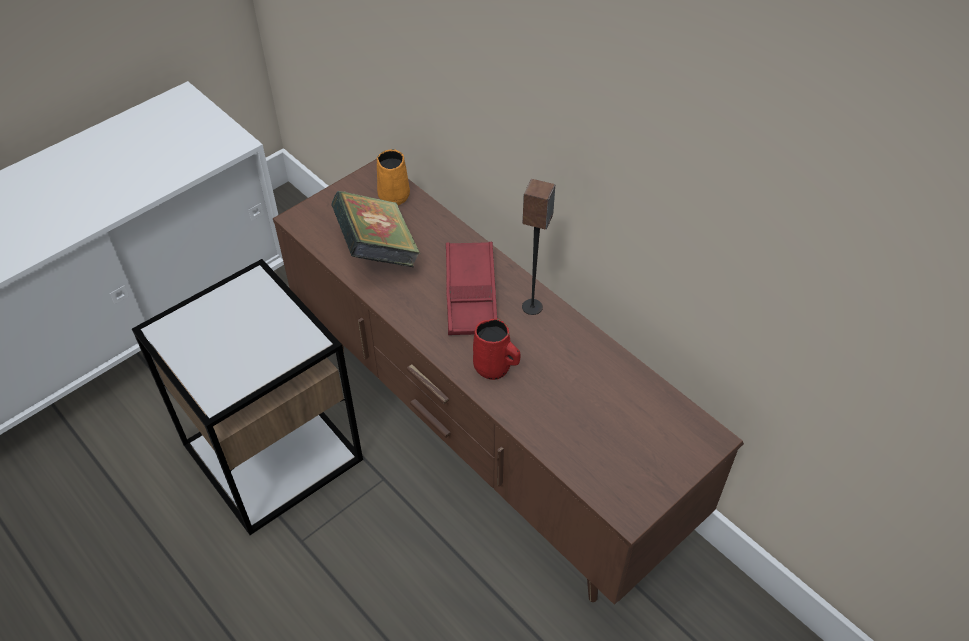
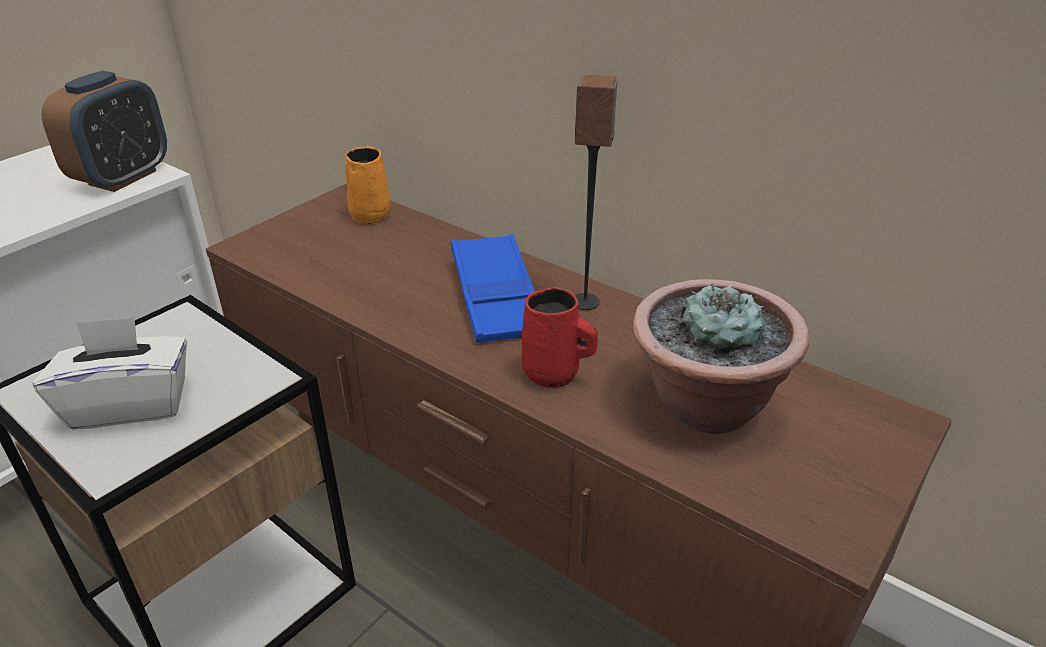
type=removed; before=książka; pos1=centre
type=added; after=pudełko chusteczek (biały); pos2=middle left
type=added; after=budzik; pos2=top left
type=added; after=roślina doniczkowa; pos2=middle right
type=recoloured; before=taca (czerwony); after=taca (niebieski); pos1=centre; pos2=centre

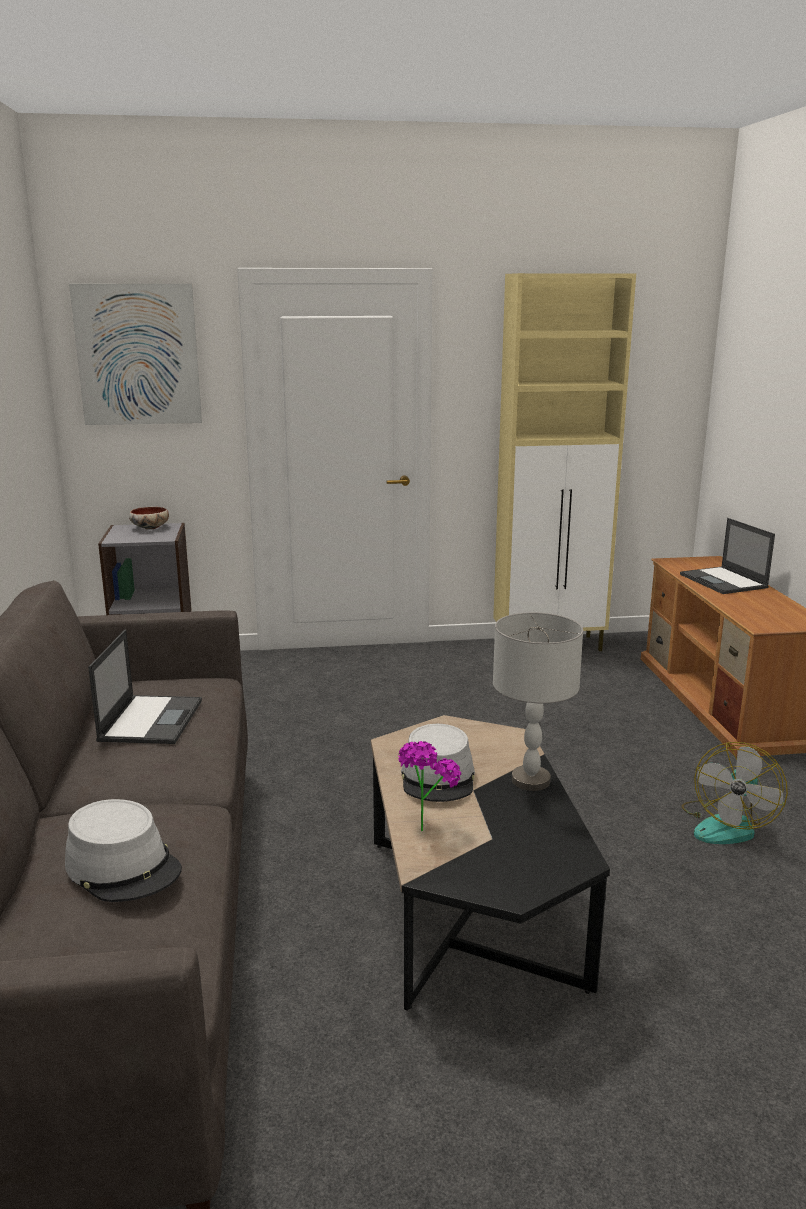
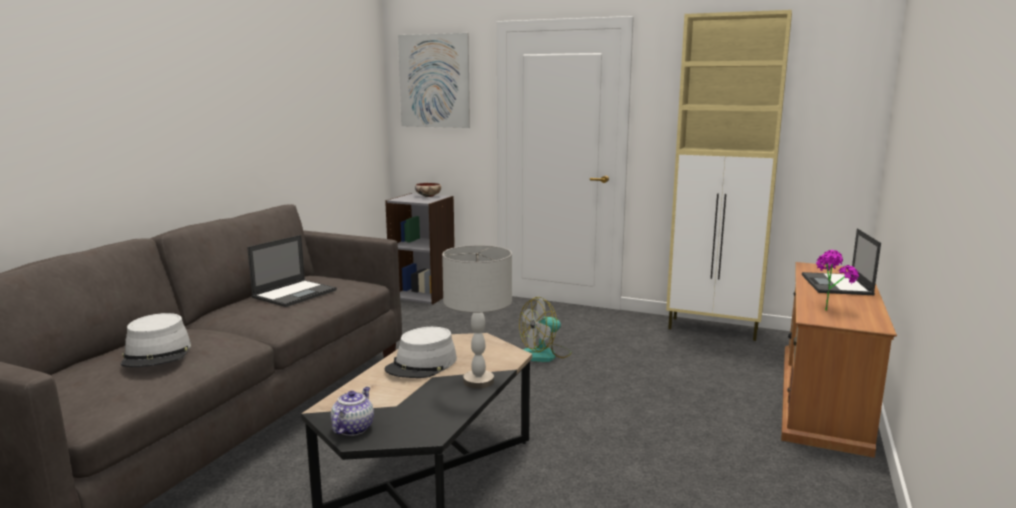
type=added; after=imbryk; pos2=bottom centre
type=moved; before=roślina doniczkowa; pos1=centre; pos2=middle right
type=moved; before=wentylator; pos1=middle right; pos2=centre

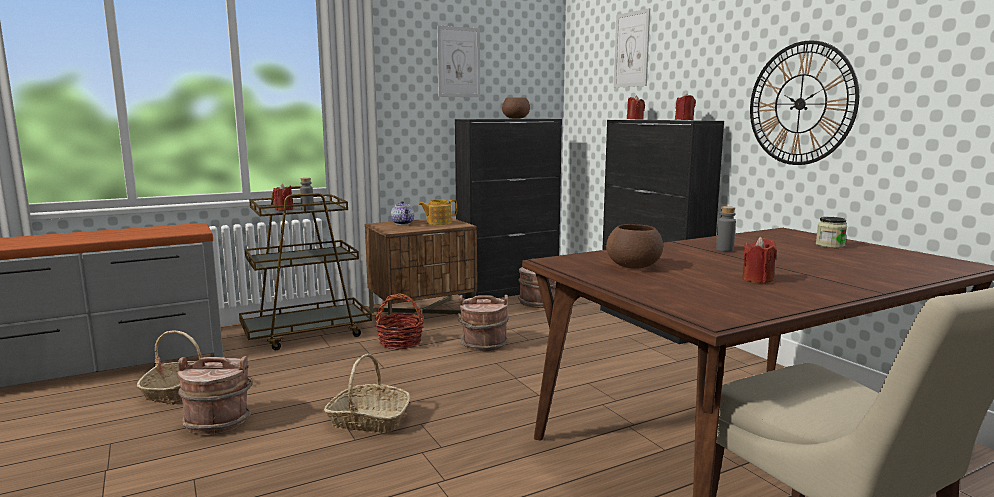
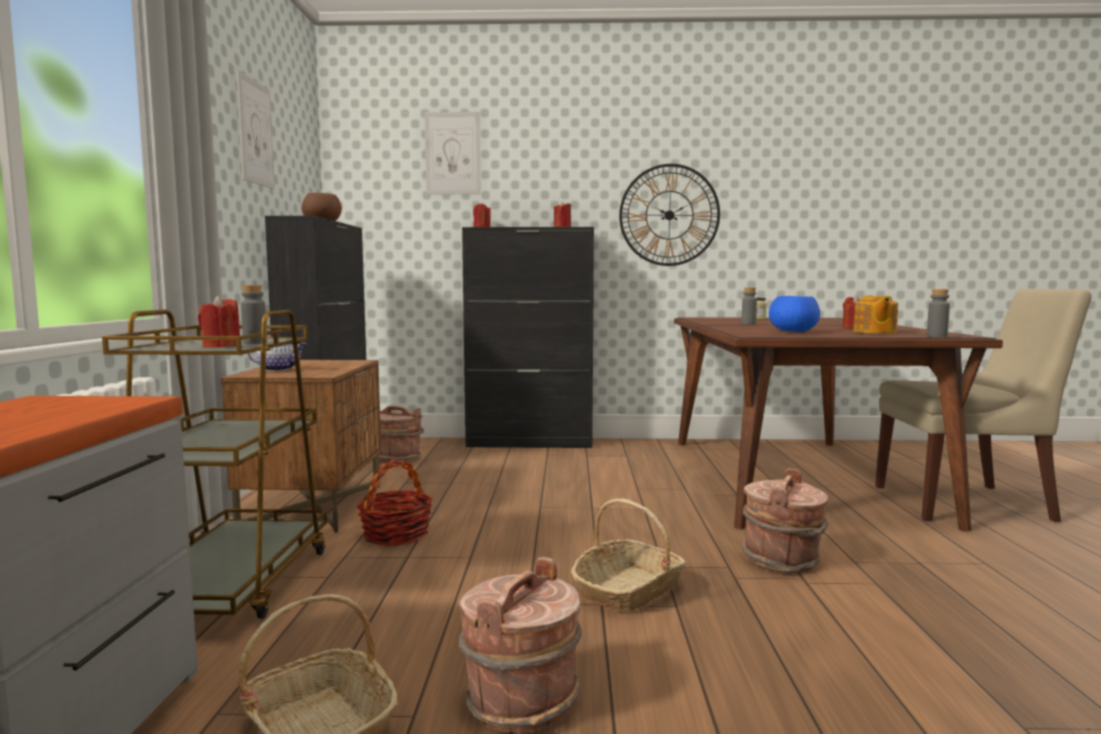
type=added; after=butelka (szary) (3rd from left); pos2=middle right
type=moved; before=imbryk (2nd from left); pos1=centre; pos2=middle right
type=moved; before=wiadro (brązowy) (2nd from left in the first image); after=wiadro (brązowy) (3rd from left); pos1=centre; pos2=bottom right
type=recoloured; before=miska (brązowy) (2nd from left); after=miska (niebieski); pos1=centre; pos2=middle right

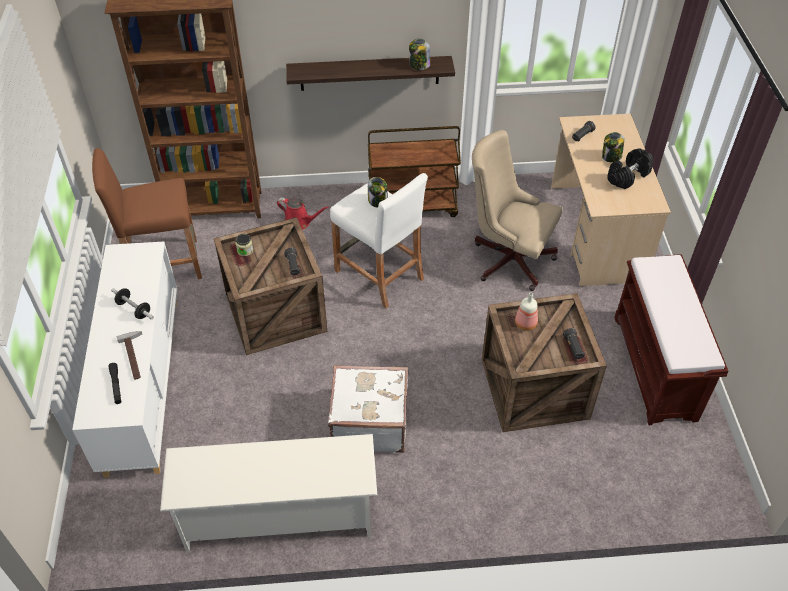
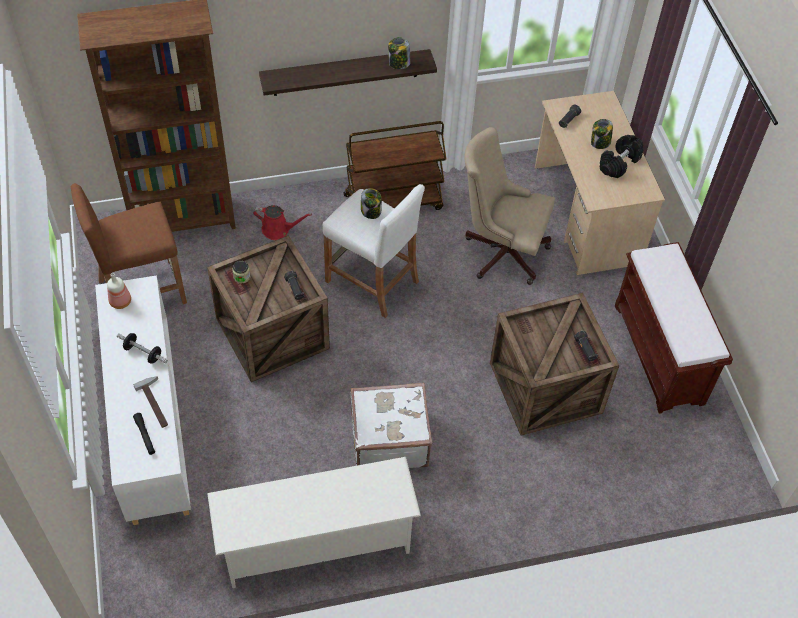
type=moved; before=butelka; pos1=middle right; pos2=middle left

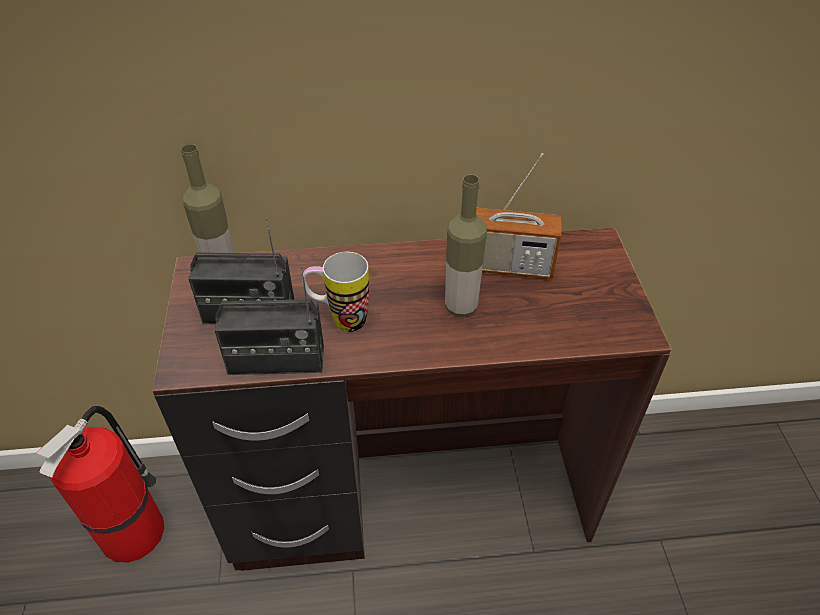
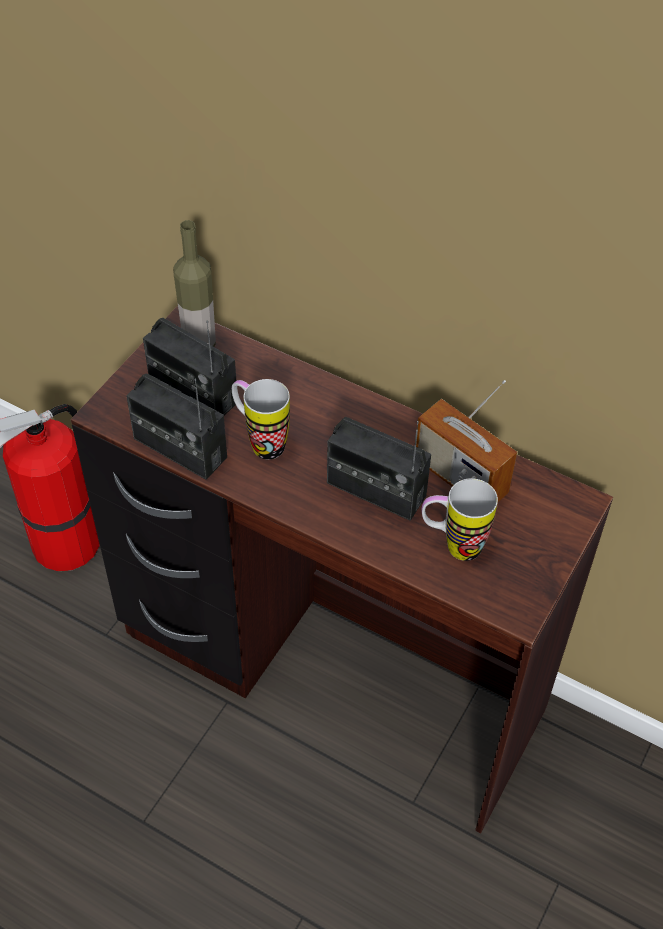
type=added; after=kubek (2nd from left); pos2=middle right
type=replaced; before=butelka (2nd from left); after=radio (3rd from left); pos1=centre; pos2=centre

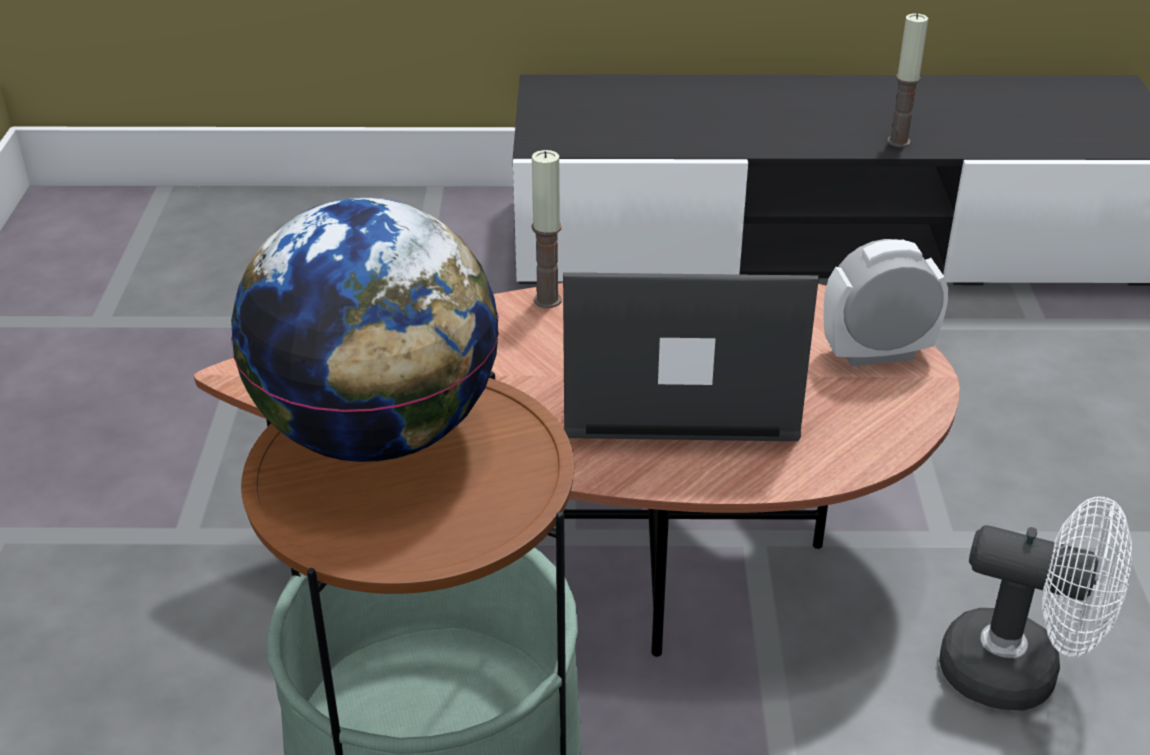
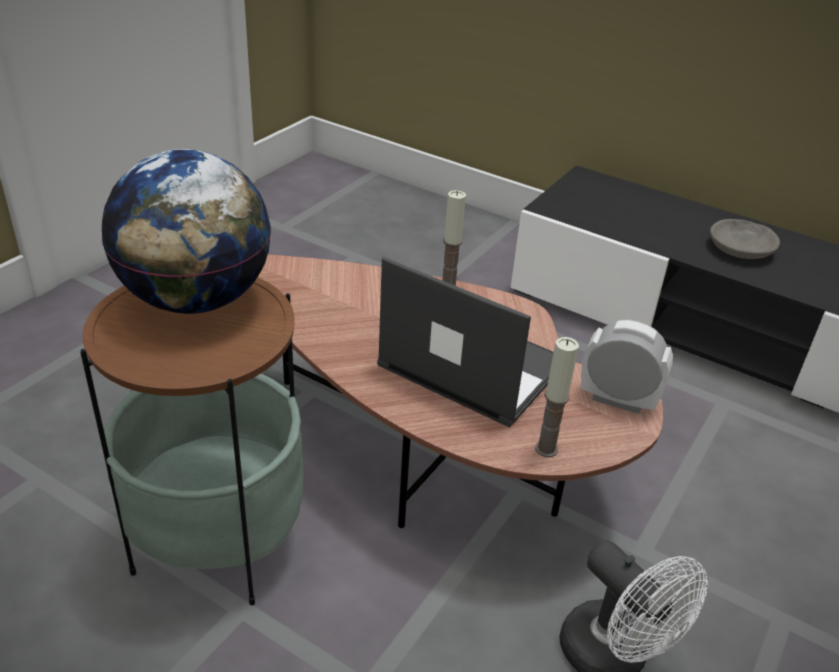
type=added; after=miska (szary); pos2=middle right
type=moved; before=świeca (2nd from left); pos1=top right; pos2=centre

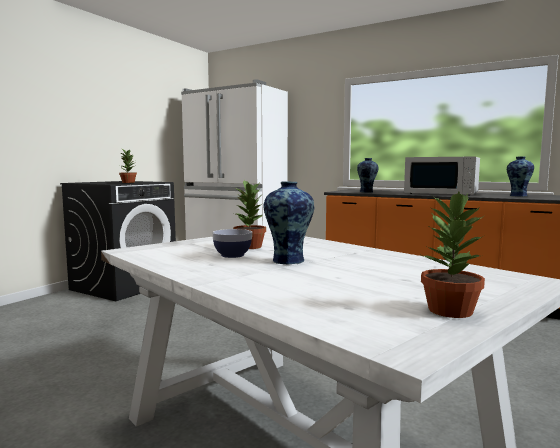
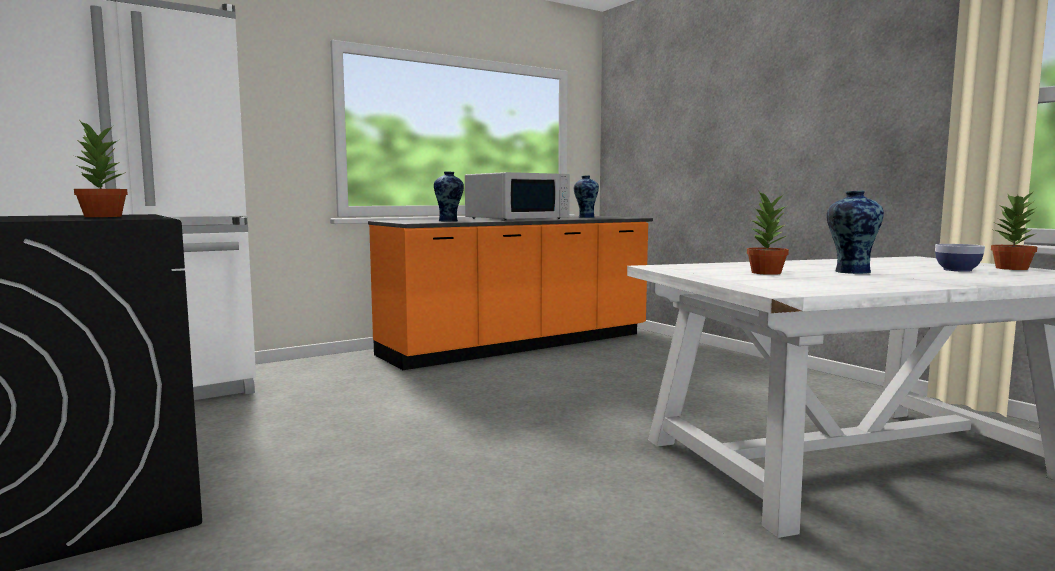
type=moved; before=miska; pos1=centre; pos2=middle right

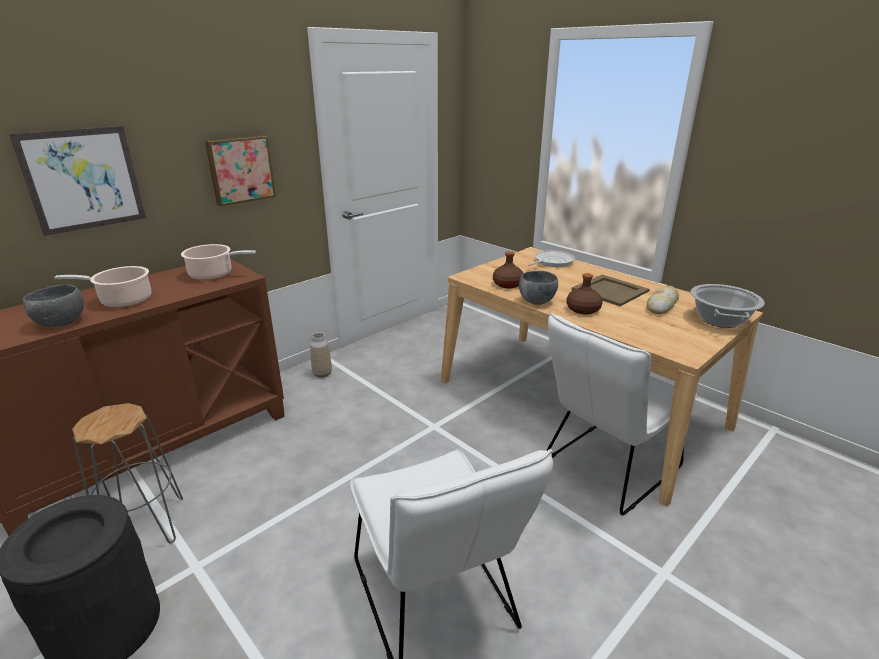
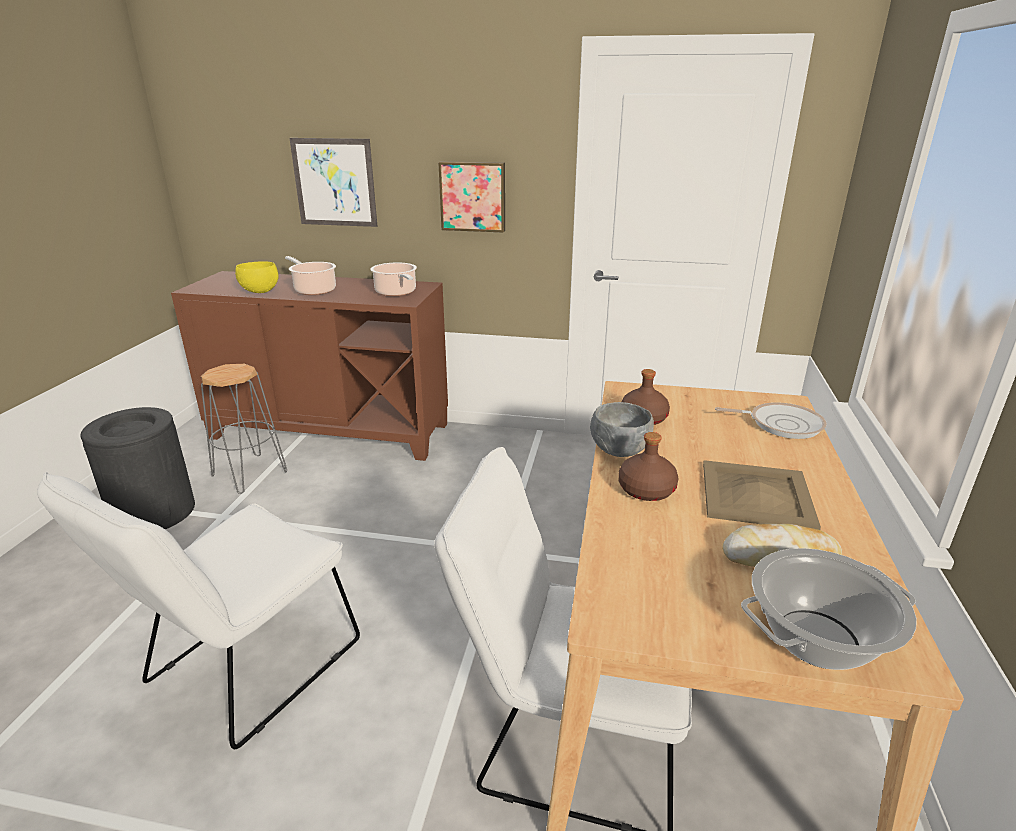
type=removed; before=wazon; pos1=centre
type=recoloured; before=miska (szary) (1st from left); after=miska (żółty); pos1=middle left; pos2=middle left

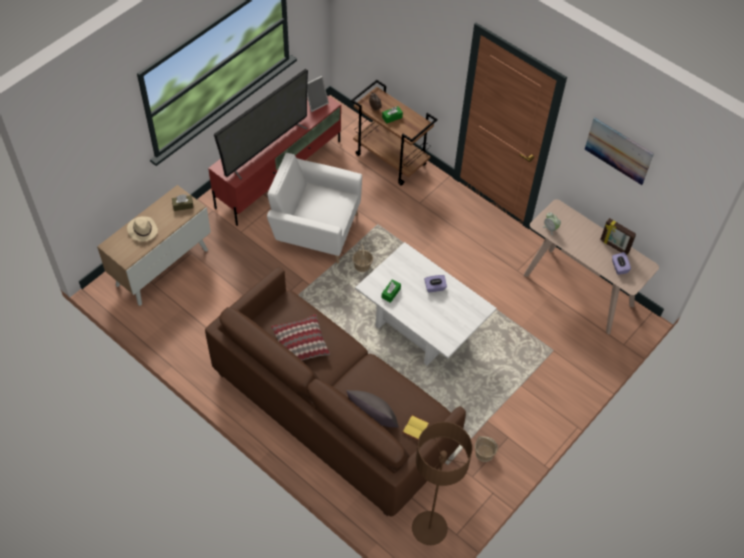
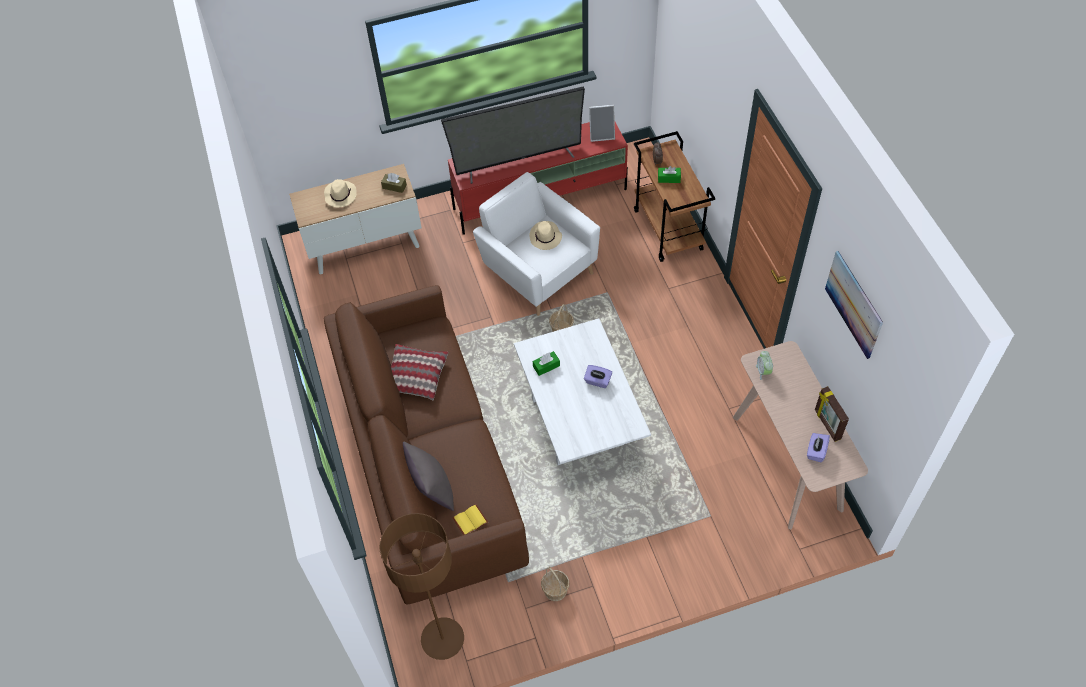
type=added; after=kapelusz (beżowy) (2nd from left); pos2=centre

